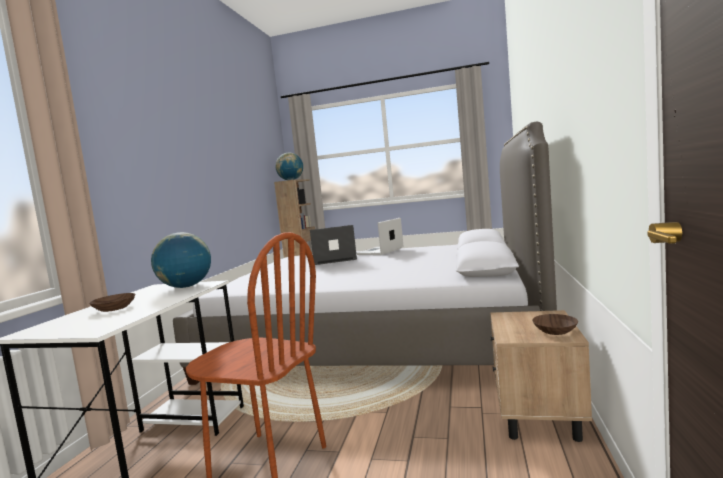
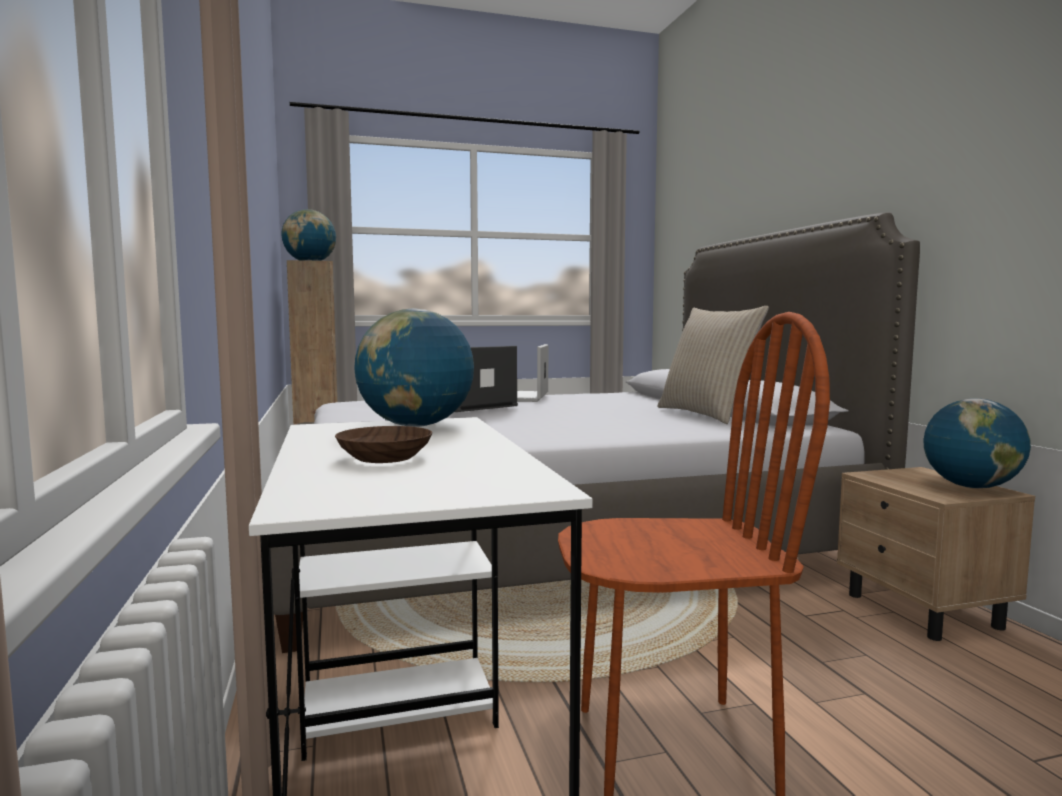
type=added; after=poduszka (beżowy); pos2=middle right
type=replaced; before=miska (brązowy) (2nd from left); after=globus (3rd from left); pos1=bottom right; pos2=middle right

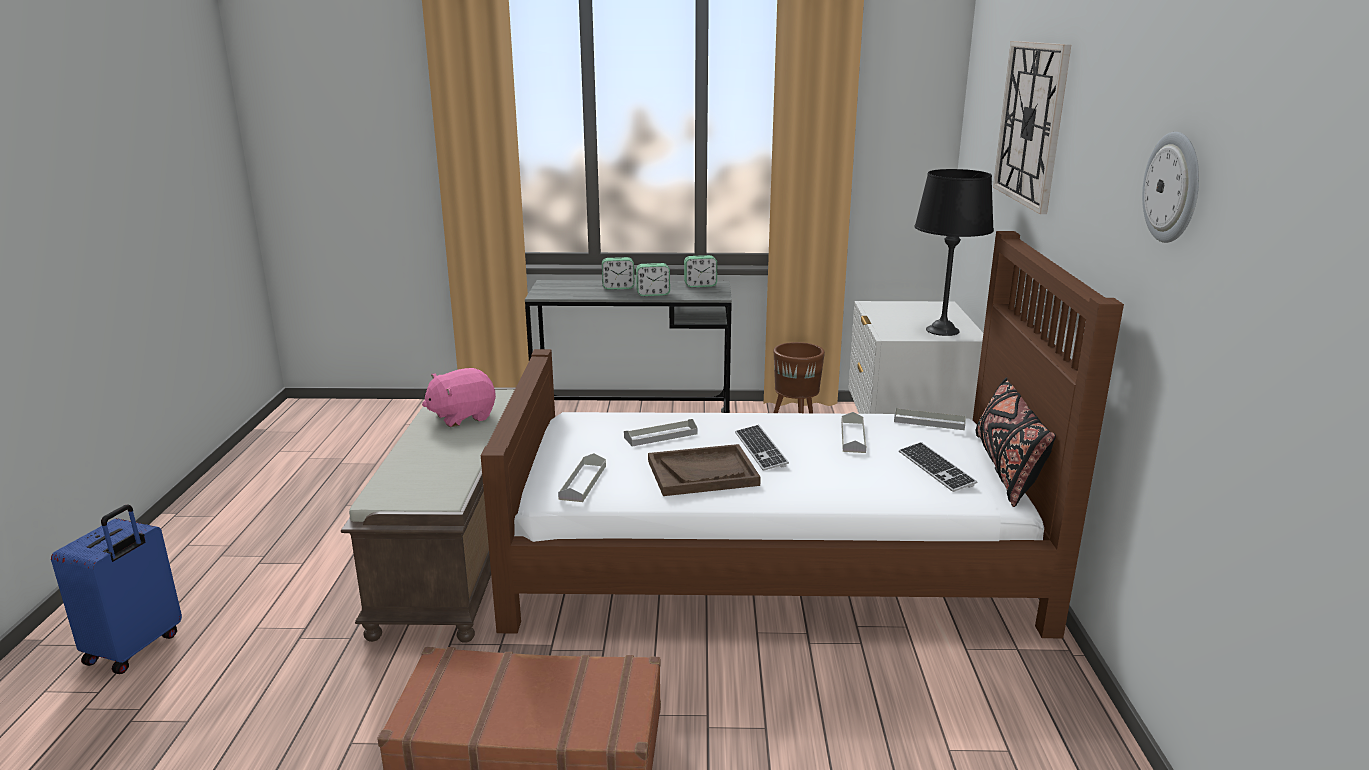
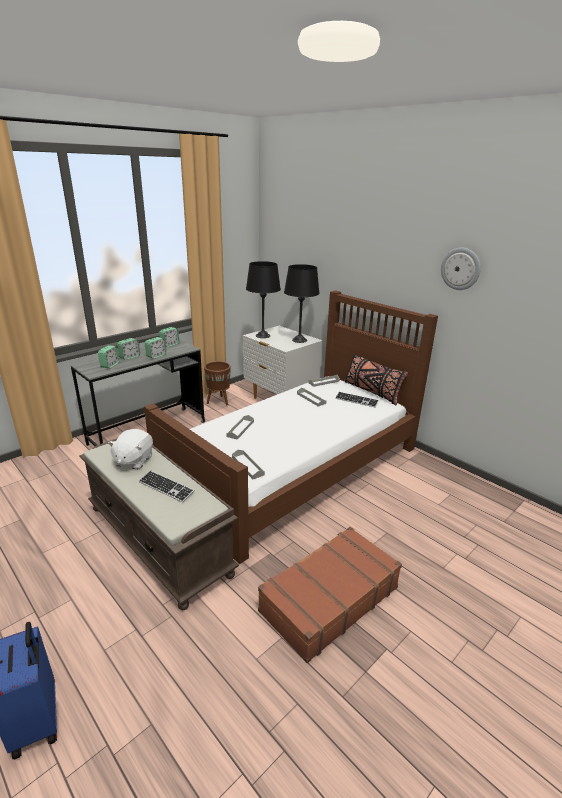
type=removed; before=taca (brązowy); pos1=centre
type=removed; before=zegar ścienny (1st from left); pos1=top right
type=added; after=budzik (1st from left); pos2=middle left
type=added; after=lampa stołowa (czarny) (1st from left); pos2=centre
type=moved; before=klawiatura (1st from left); pos1=centre; pos2=middle left
type=recoloured; before=pluszak (różowy); after=pluszak (biały); pos1=centre; pos2=middle left

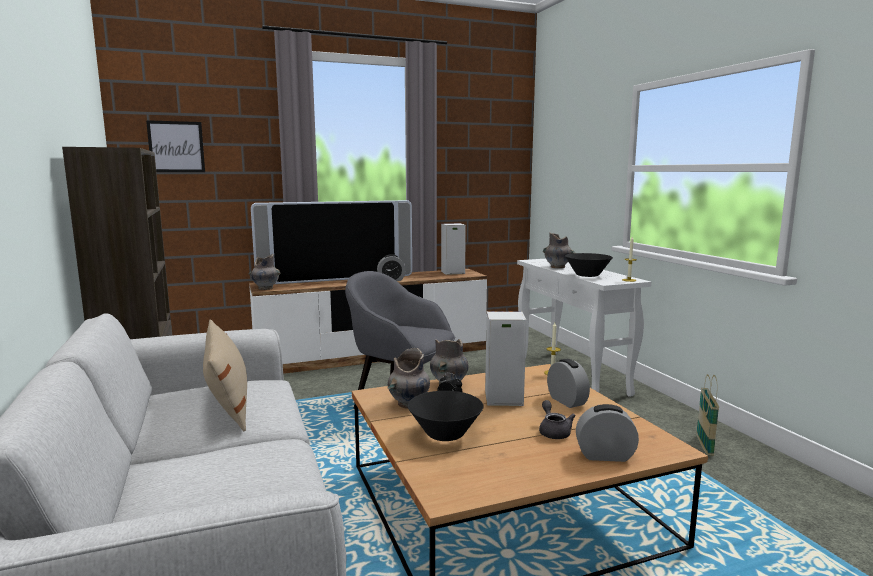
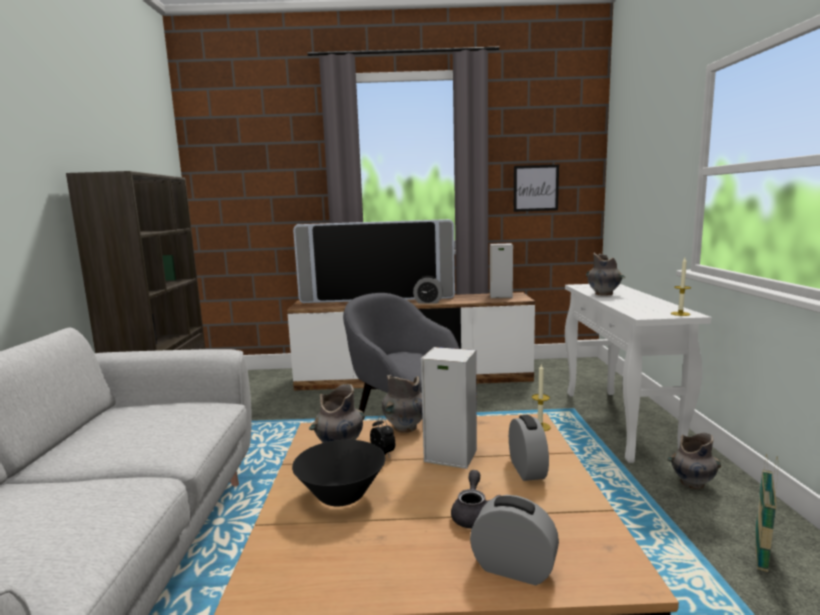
type=removed; before=poduszka (beżowy); pos1=middle left
type=removed; before=miska (czarny) (2nd from left); pos1=middle right
type=moved; before=obraz; pos1=top left; pos2=top centre
type=moved; before=wazon (szary) (1st from left in the first image); after=wazon (szary) (4th from left); pos1=middle left; pos2=bottom right

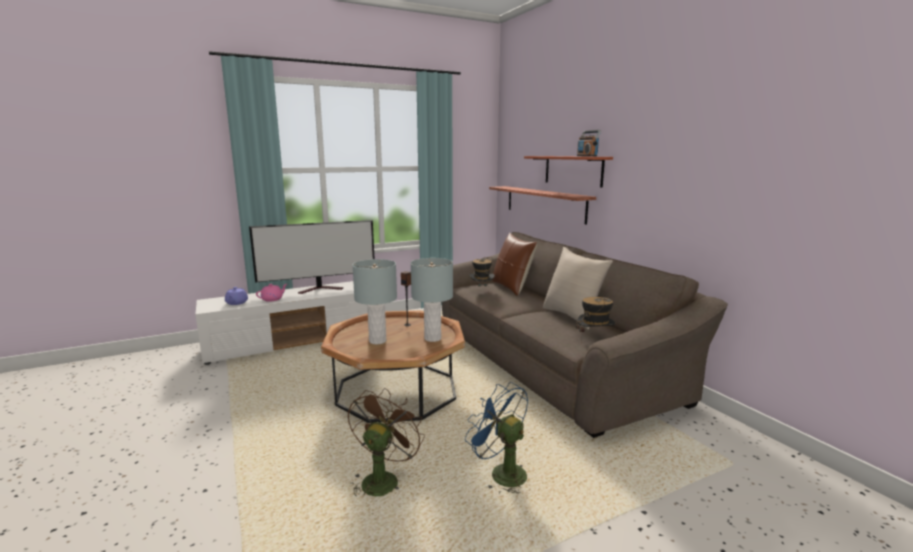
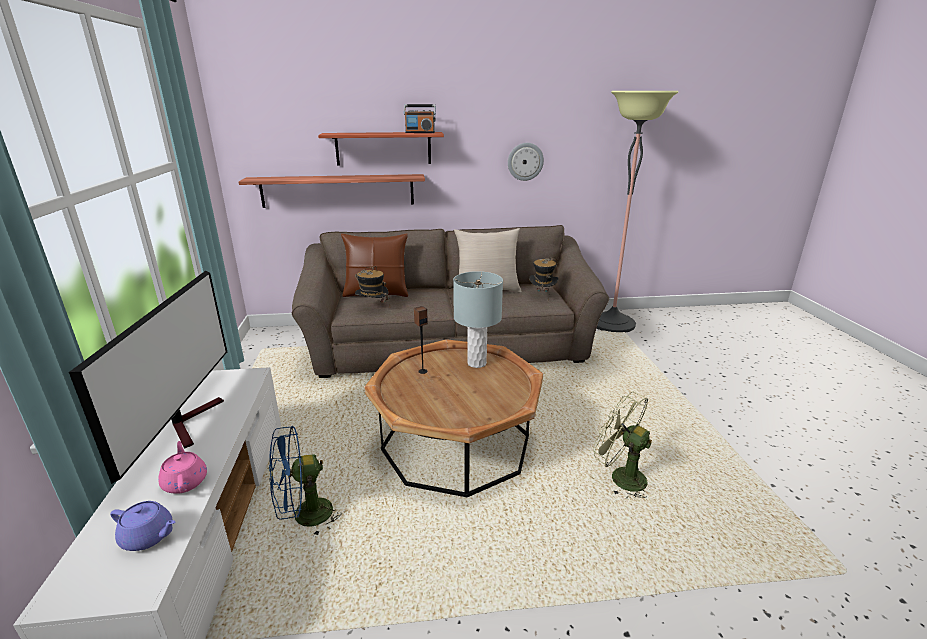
type=removed; before=lampa stołowa (szary) (1st from left); pos1=centre
type=added; after=zegar ścienny; pos2=top centre
type=added; after=lampa stojąca; pos2=top right
type=moved; before=wentylator (niebieski); pos1=bottom centre; pos2=bottom left
type=recoloured; before=wentylator (brązowy); after=wentylator (zielony); pos1=bottom centre; pos2=bottom right

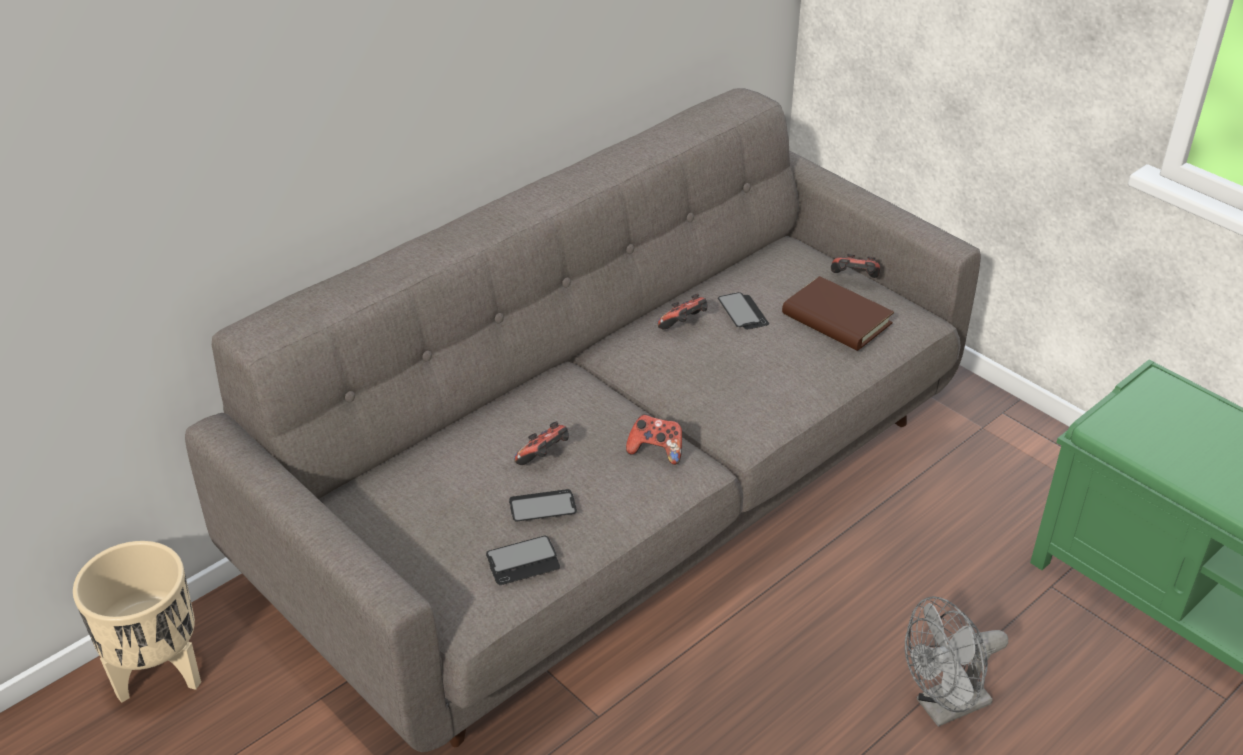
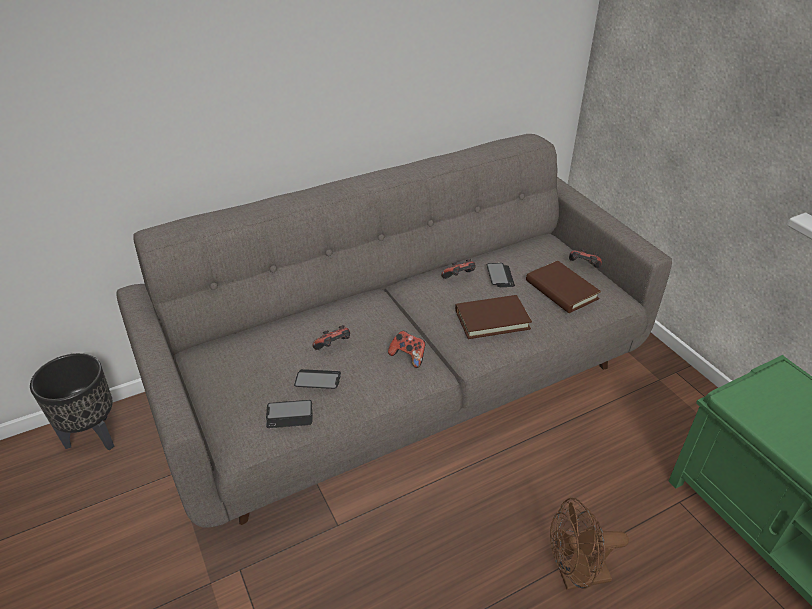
type=added; after=książka (brązowy) (1st from left); pos2=centre
type=recoloured; before=donica (beżowy); after=donica (czarny); pos1=bottom left; pos2=middle left
type=recoloured; before=wentylator (szary); after=wentylator (brązowy); pos1=bottom right; pos2=bottom right

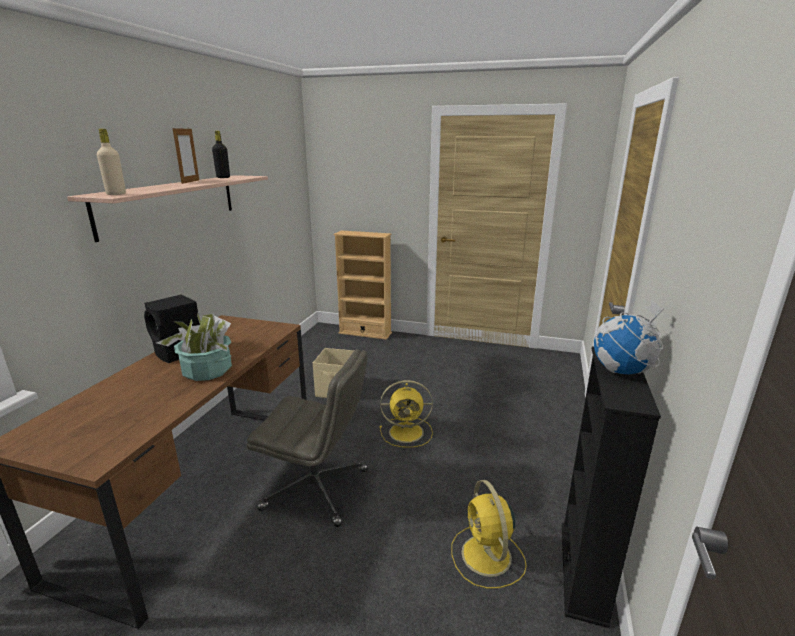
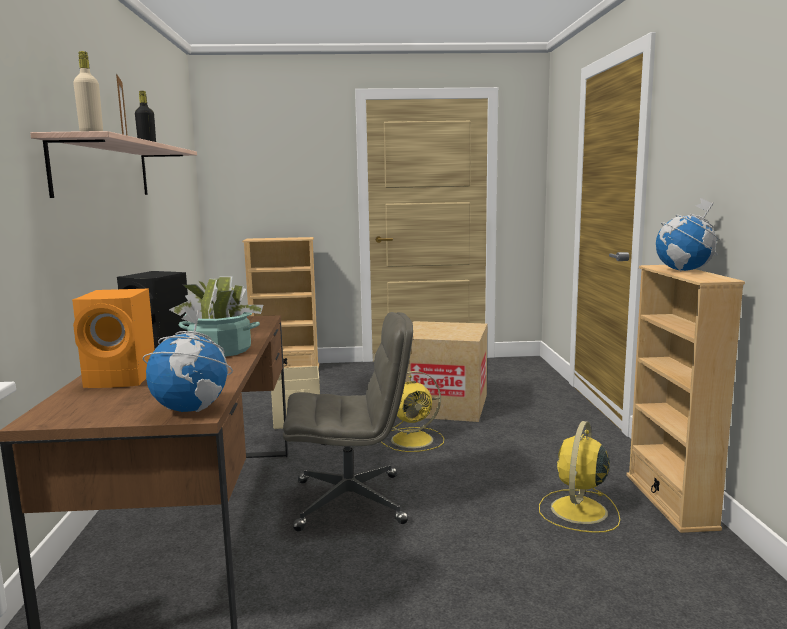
type=added; after=głośnik (pomarańczowy); pos2=middle left
type=added; after=globus (1st from left); pos2=middle left
type=added; after=karton; pos2=centre
type=recoloured; before=regał (czarny); after=regał (beżowy) (2nd from left); pos1=bottom right; pos2=middle right
type=turned; before=wentylator (żółty) (2nd from left); pos1=bottom centre; pos2=bottom right; turn=60

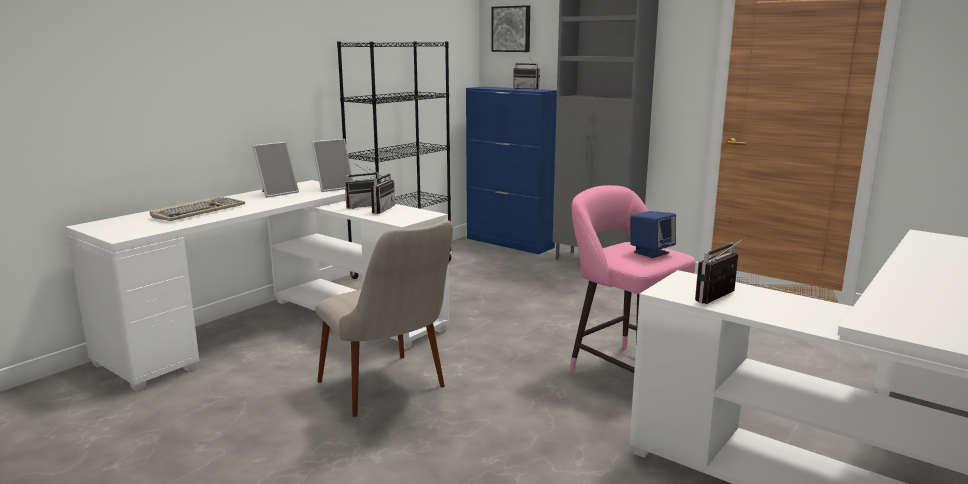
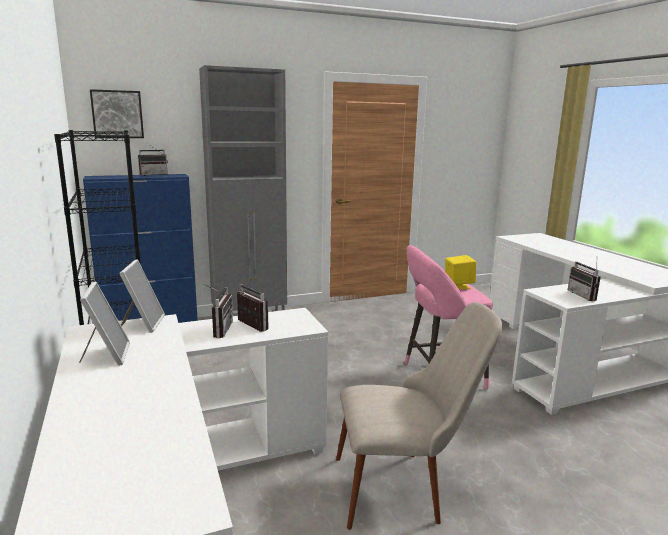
type=removed; before=klawiatura; pos1=middle left
type=recoloured; before=głośnik (niebieski); after=głośnik (żółty); pos1=middle right; pos2=middle right

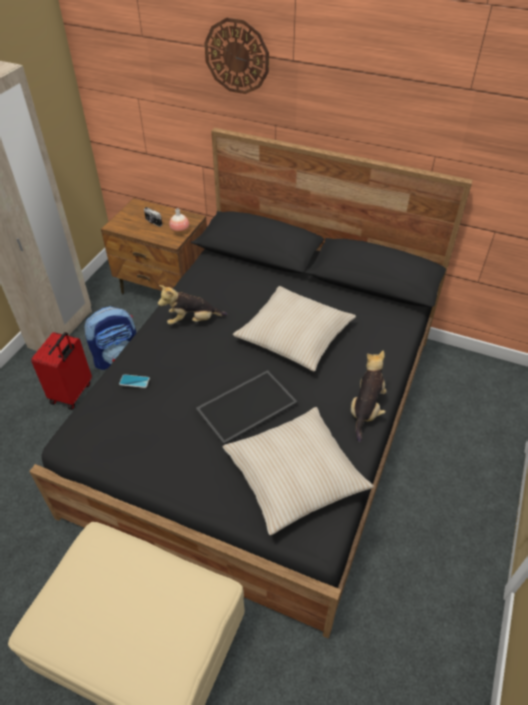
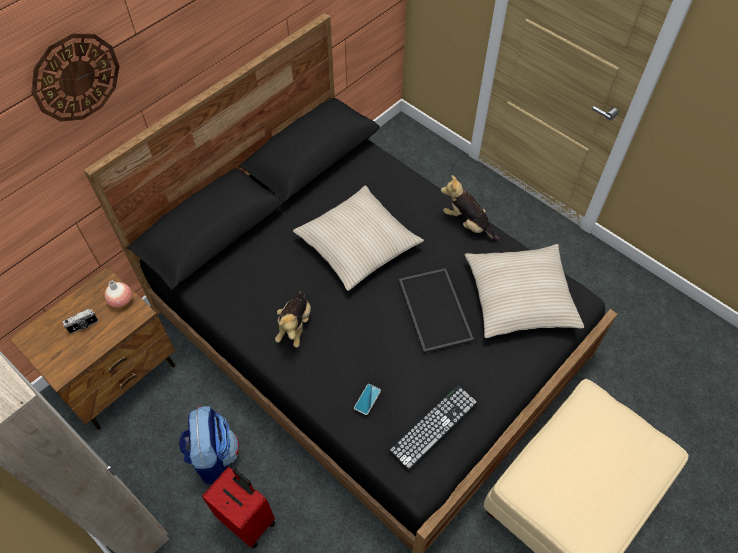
type=added; after=klawiatura; pos2=bottom centre

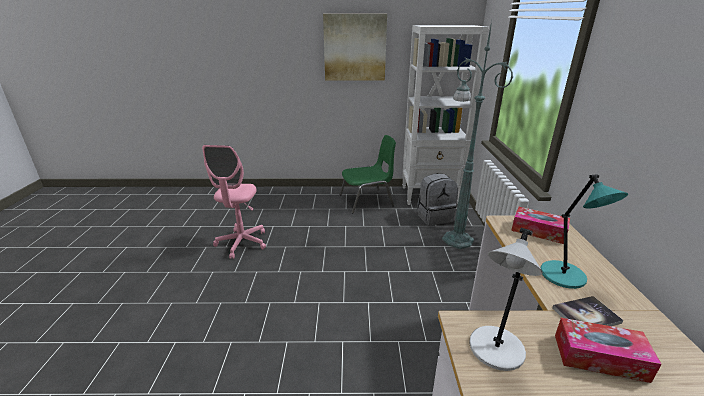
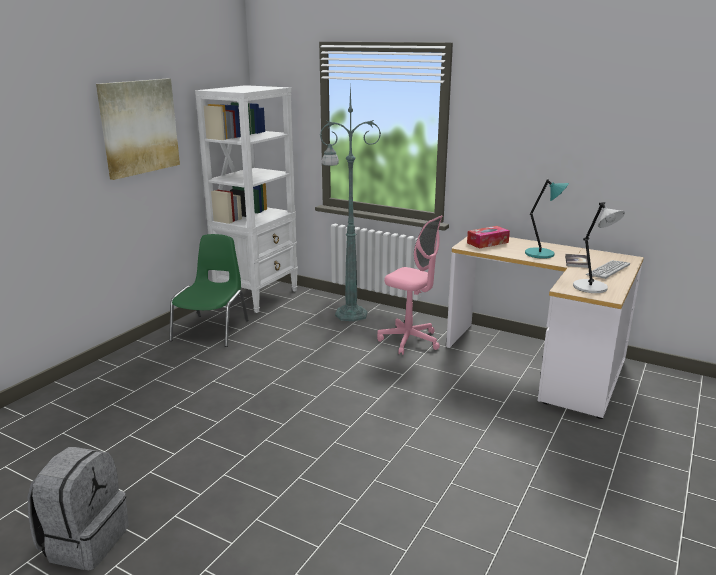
type=moved; before=krzesło biurowe (różowy); pos1=middle left; pos2=centre
type=moved; before=plecak (szary); pos1=centre; pos2=bottom left
type=replaced; before=pudełko chusteczek (2nd from left); after=klawiatura; pos1=bottom right; pos2=middle right

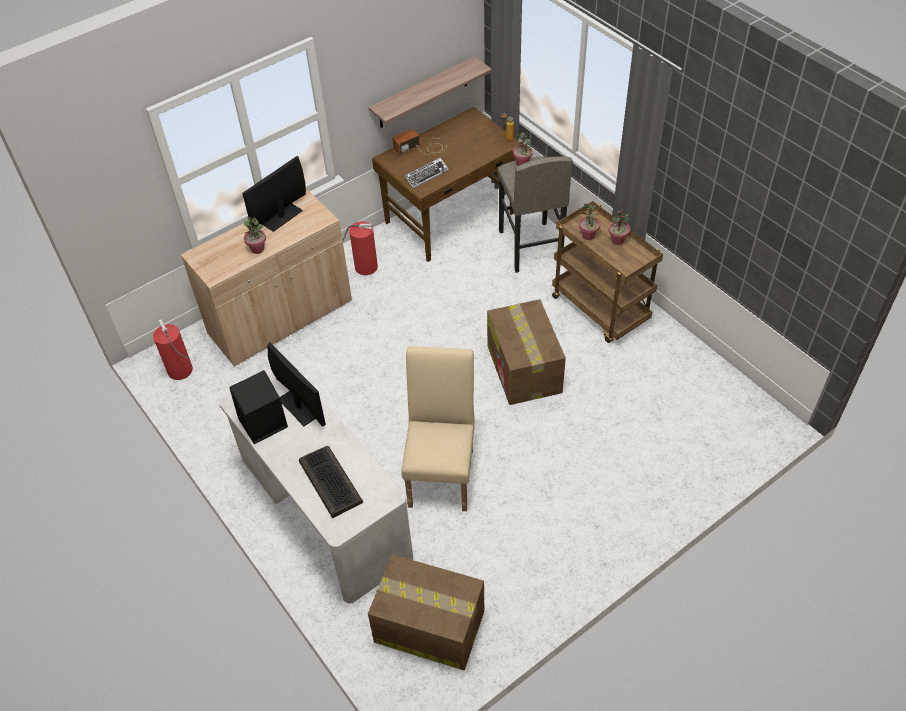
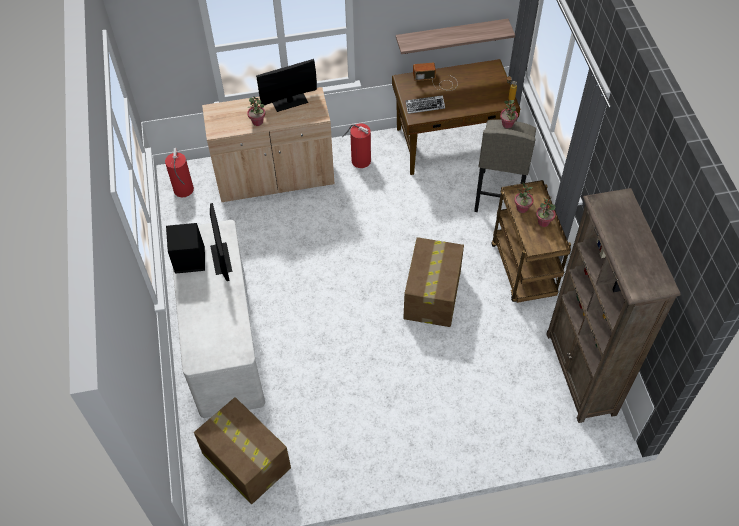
type=removed; before=klawiatura (1st from left); pos1=bottom centre
type=removed; before=krzesło (beżowy); pos1=centre
type=added; after=regał (brązowy); pos2=middle right

